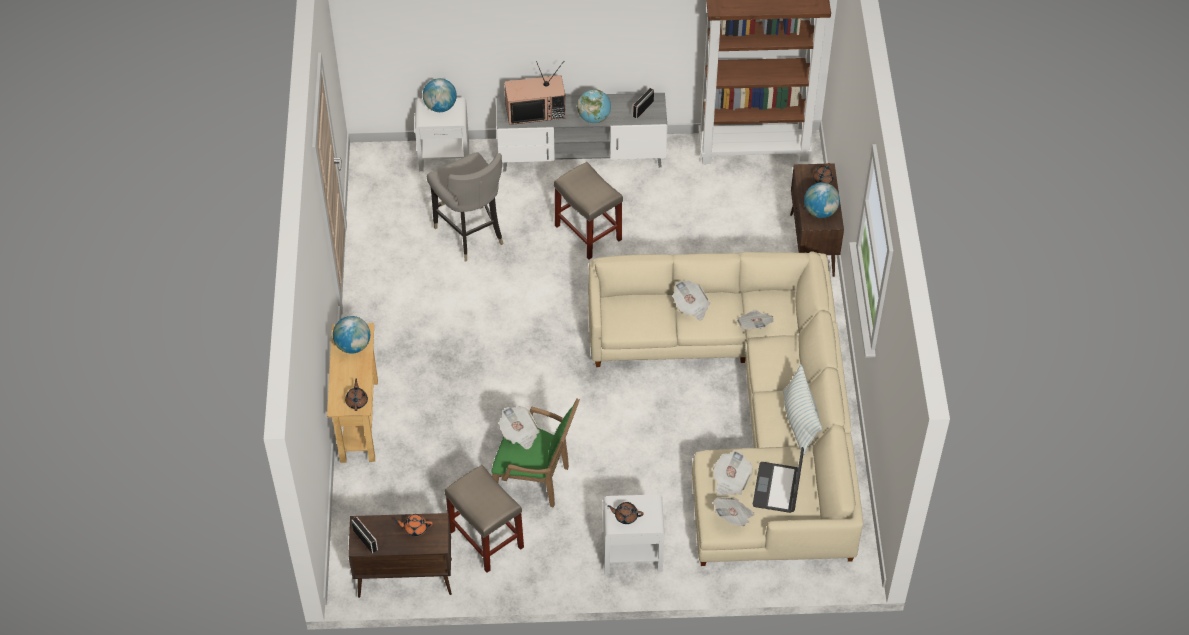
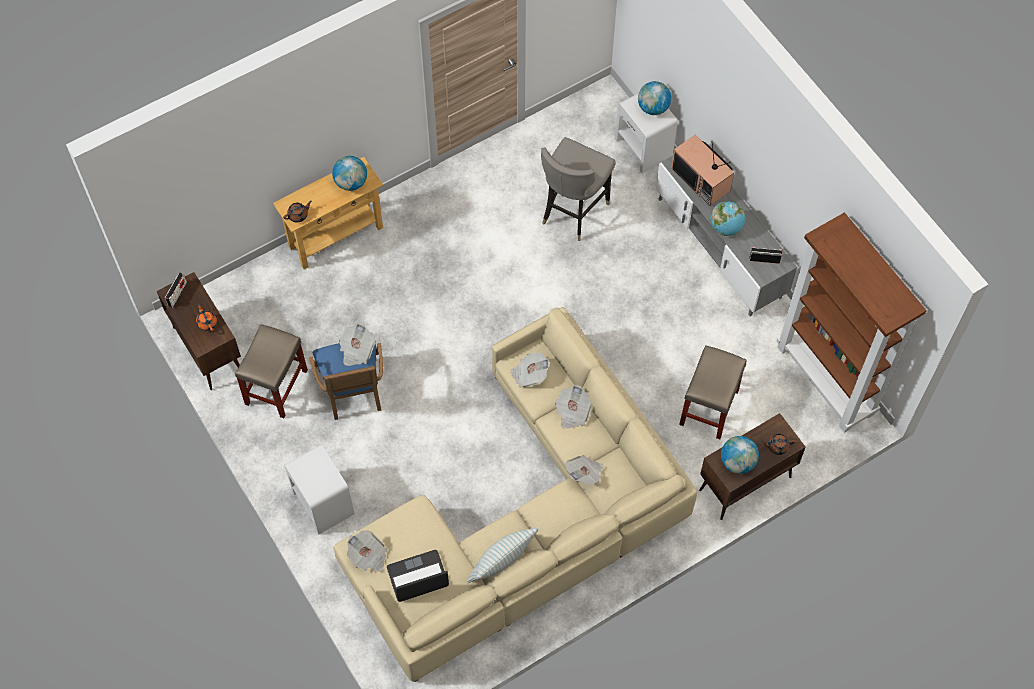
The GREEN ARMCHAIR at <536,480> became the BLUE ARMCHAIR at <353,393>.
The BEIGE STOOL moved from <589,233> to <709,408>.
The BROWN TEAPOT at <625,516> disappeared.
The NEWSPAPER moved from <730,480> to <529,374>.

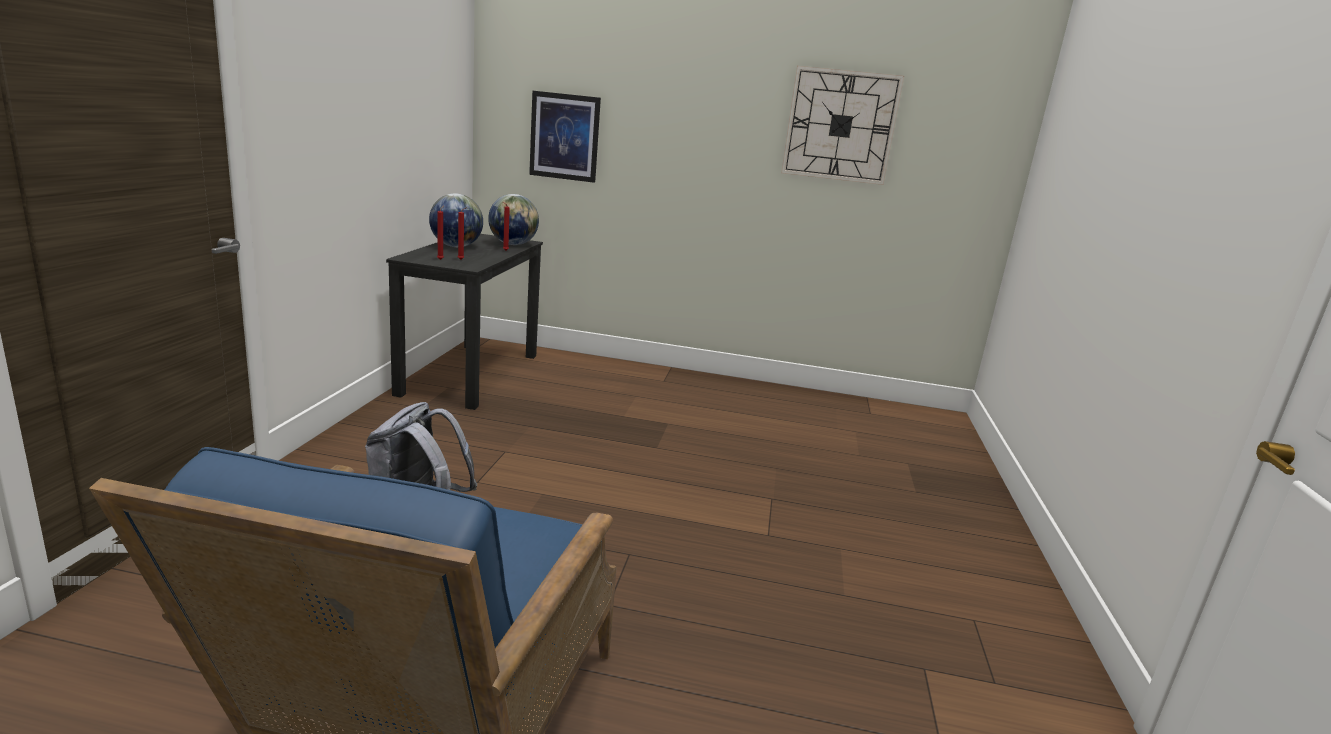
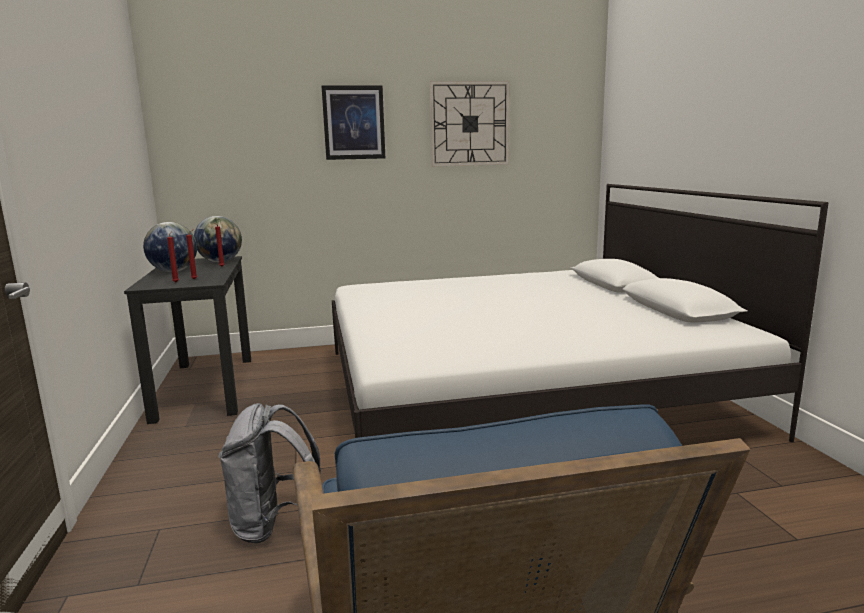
The PICTURE moved from <564,137> to <354,122>.
The WHITE BED at <519,389> appeared.

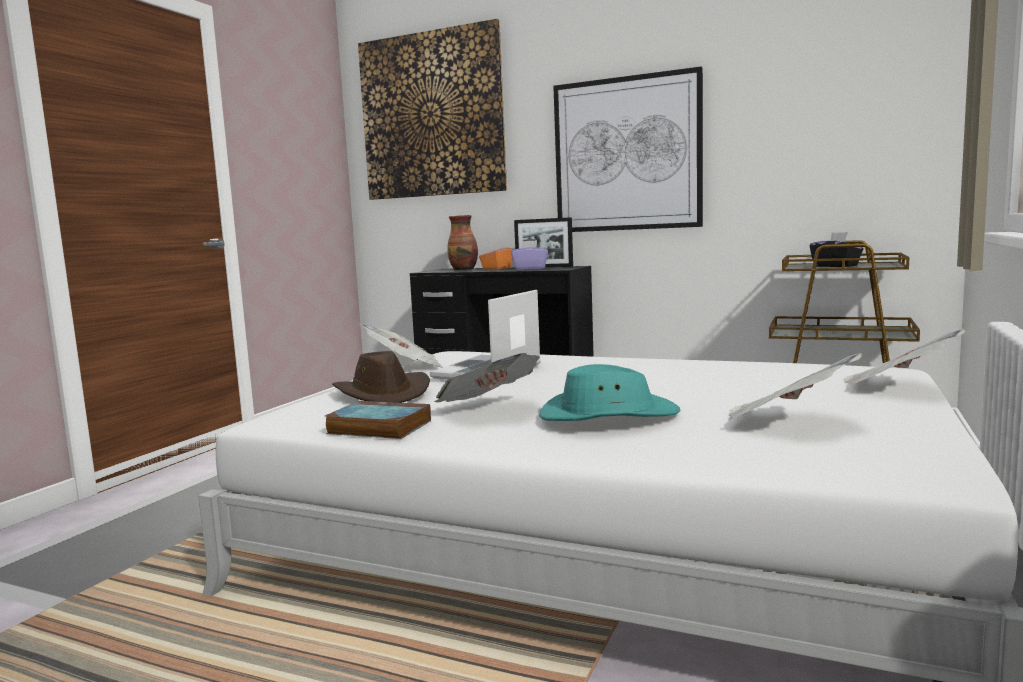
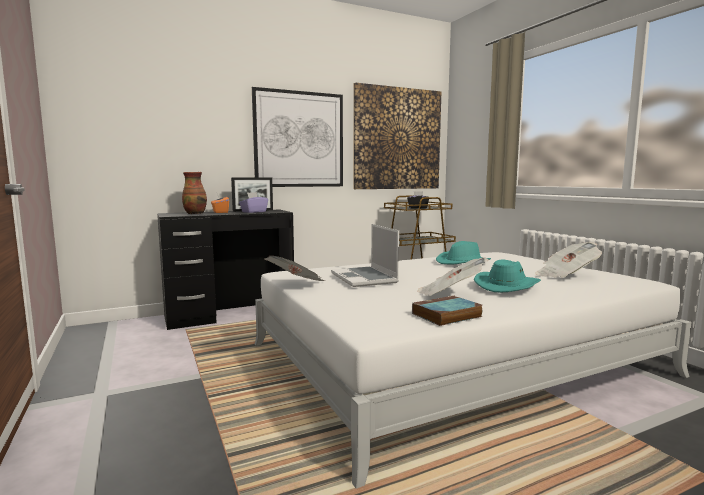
The BROWN HAT at <383,394> disappeared.
The PICTURE moved from <432,115> to <397,139>.
The NEWSPAPER at <896,388> disappeared.
The TURQUOISE HAT at <462,262> appeared.

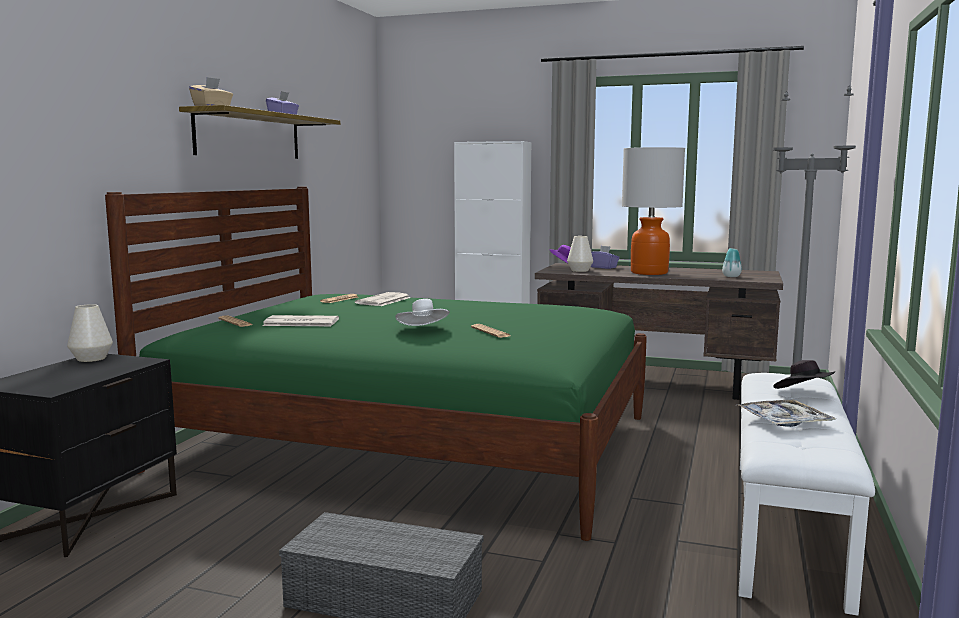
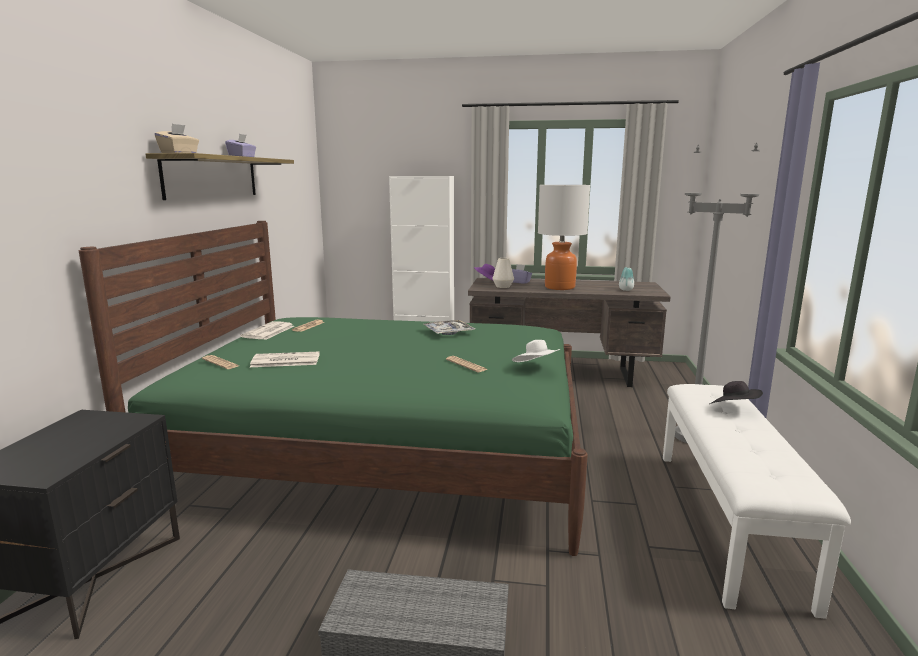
The WHITE VASE at <91,358> disappeared.
The NEWSPAPER moved from <383,300> to <268,332>.
The WHITE HAT moved from <423,330> to <536,367>.
The TRAY moved from <784,421> to <448,332>.

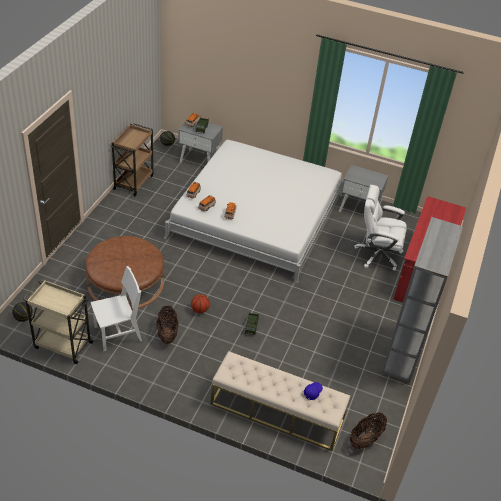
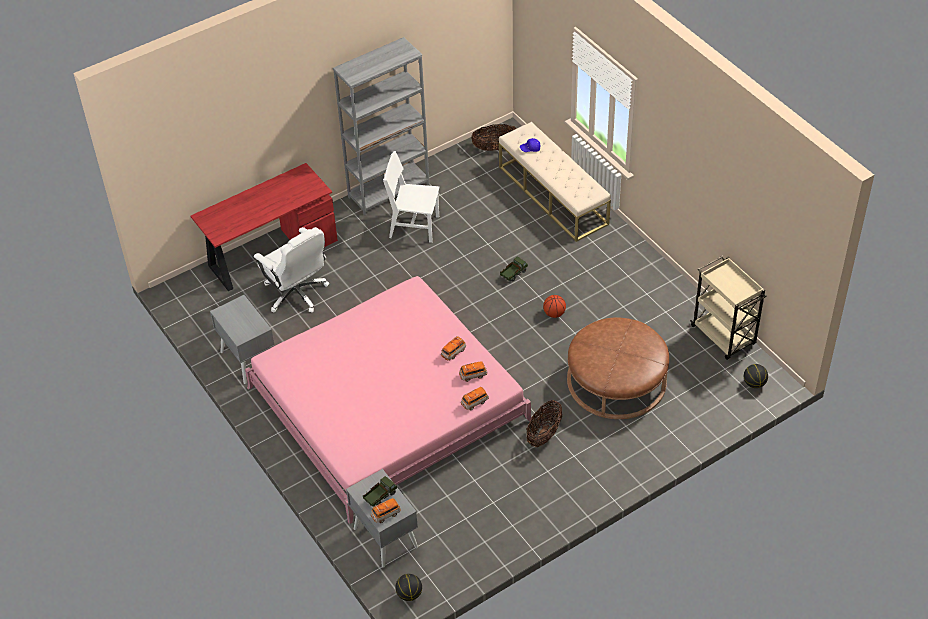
The WHITE CHAIR moved from <118,334> to <414,226>.
The BROWN CART at <134,182> disappeared.
The BASKET moved from <167,333> to <544,434>.
The WHITE BED at <256,216> became the PINK BED at <388,404>.

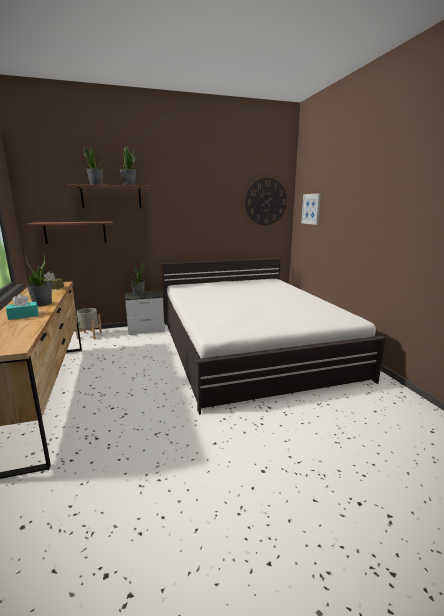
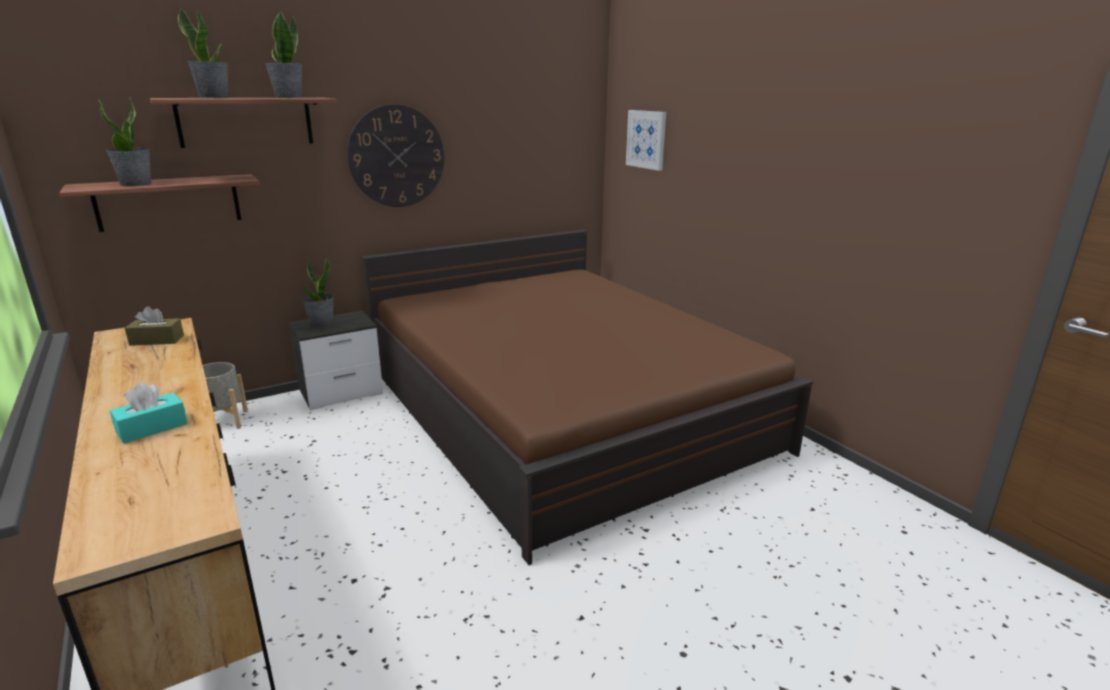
The POTTED PLANT moved from <42,303> to <136,184>.
The WHITE BED at <249,347> became the BROWN BED at <562,410>.
The WALL CLOCK moved from <266,201> to <397,156>.

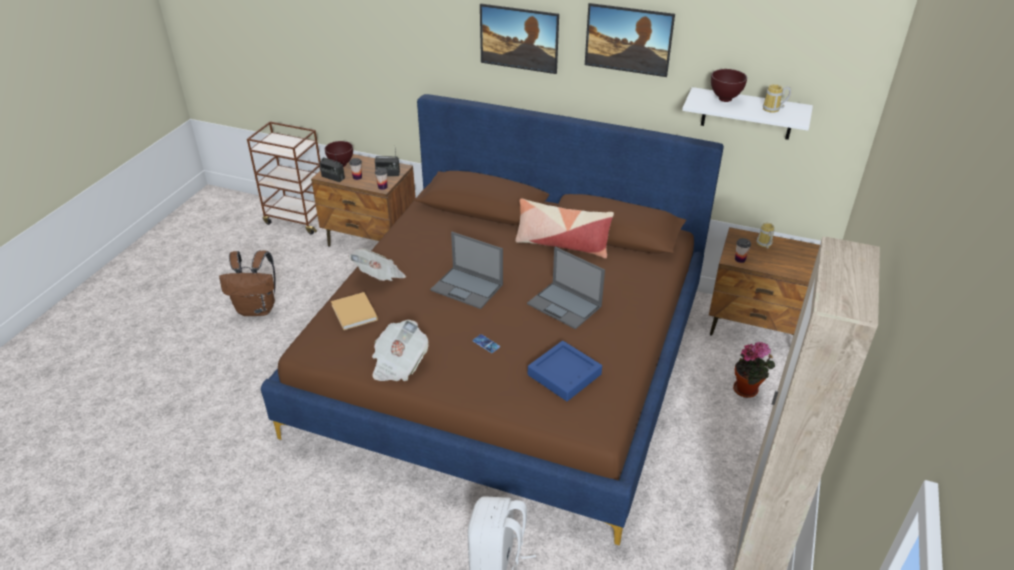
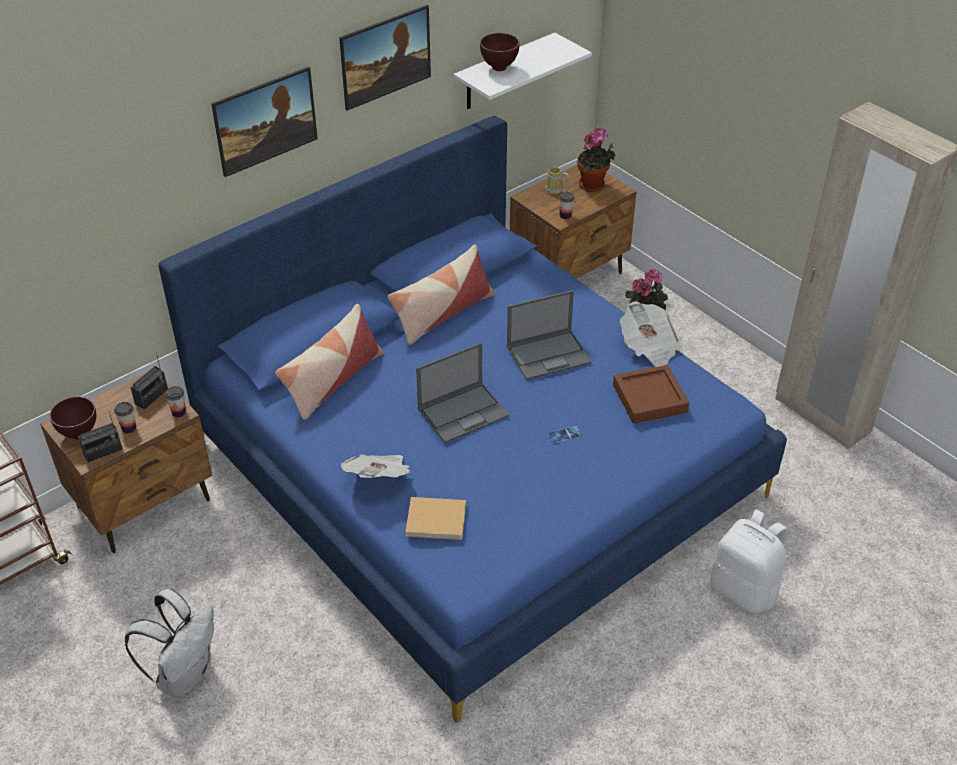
The BROWN BACKPACK at <257,309> became the WHITE BACKPACK at <184,674>.
The BROWN BED at <507,359> became the BLUE BED at <478,468>.
The NEWSPAPER moved from <398,364> to <649,347>.
The BLUE TRAY at <564,374> became the BROWN TRAY at <649,399>.
The MUG at <773,109> disappeared.
The PILLOW at <333,381> appeared.
The POTTED PLANT at <593,186> appeared.

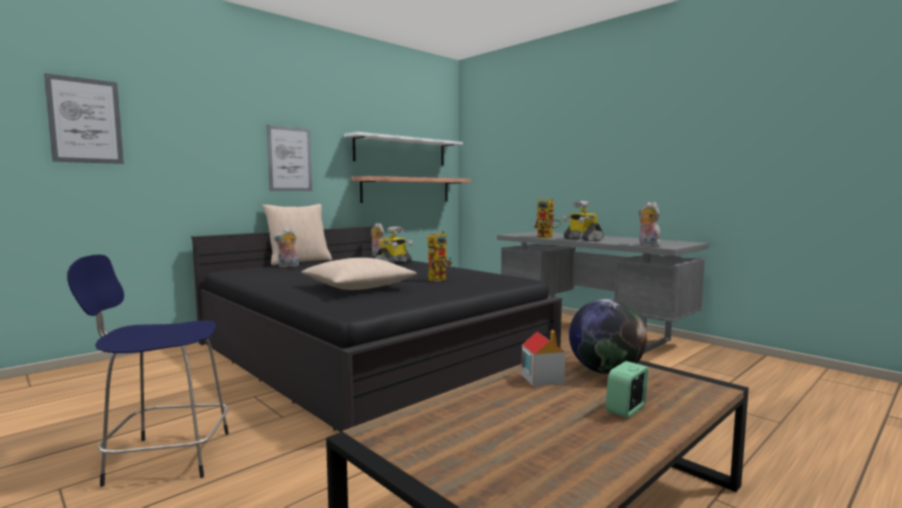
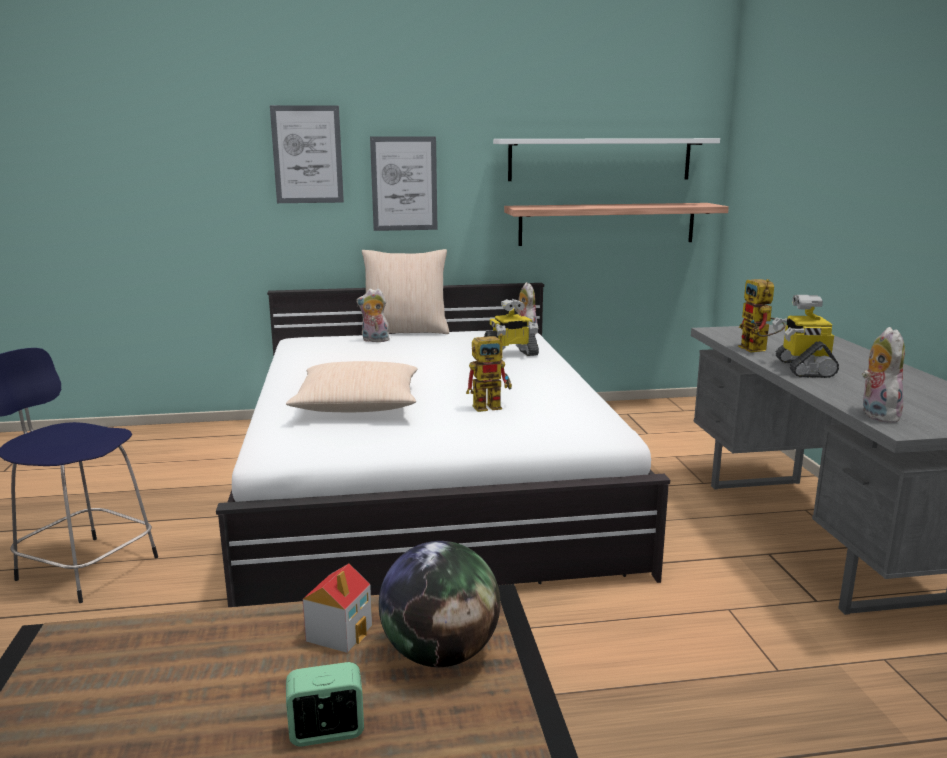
The PICTURE moved from <85,121> to <307,155>.
The BLACK BED at <368,351> became the WHITE BED at <427,482>.

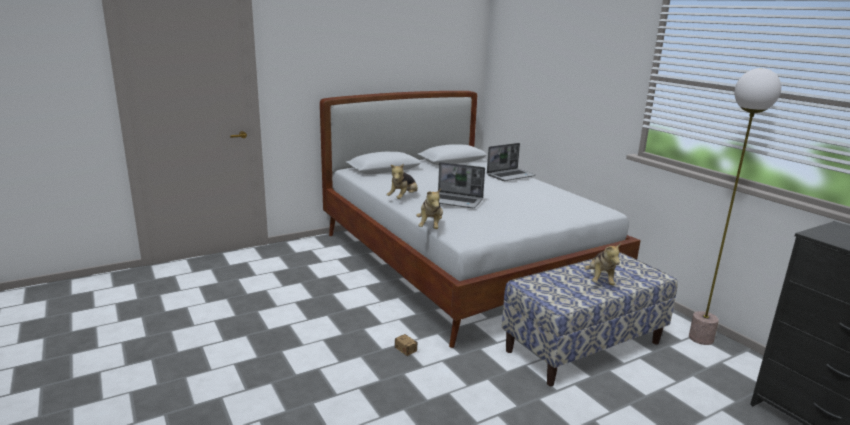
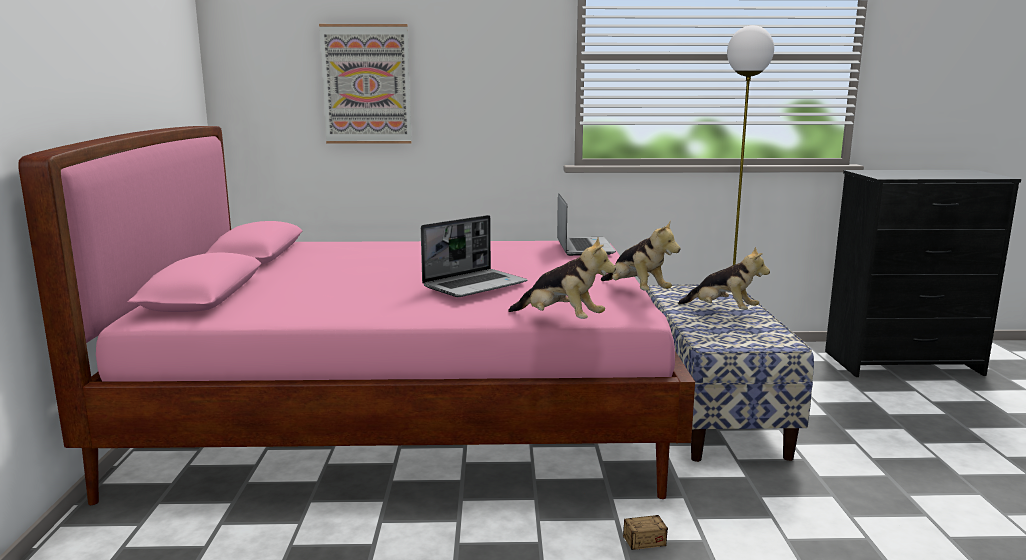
The WHITE BED at <461,263> became the PINK BED at <407,413>.
The PLUSH TOY moved from <403,198> to <636,292>.
The LAPTOP moved from <511,175> to <583,247>.
The PICTURE at <366,84> appeared.

